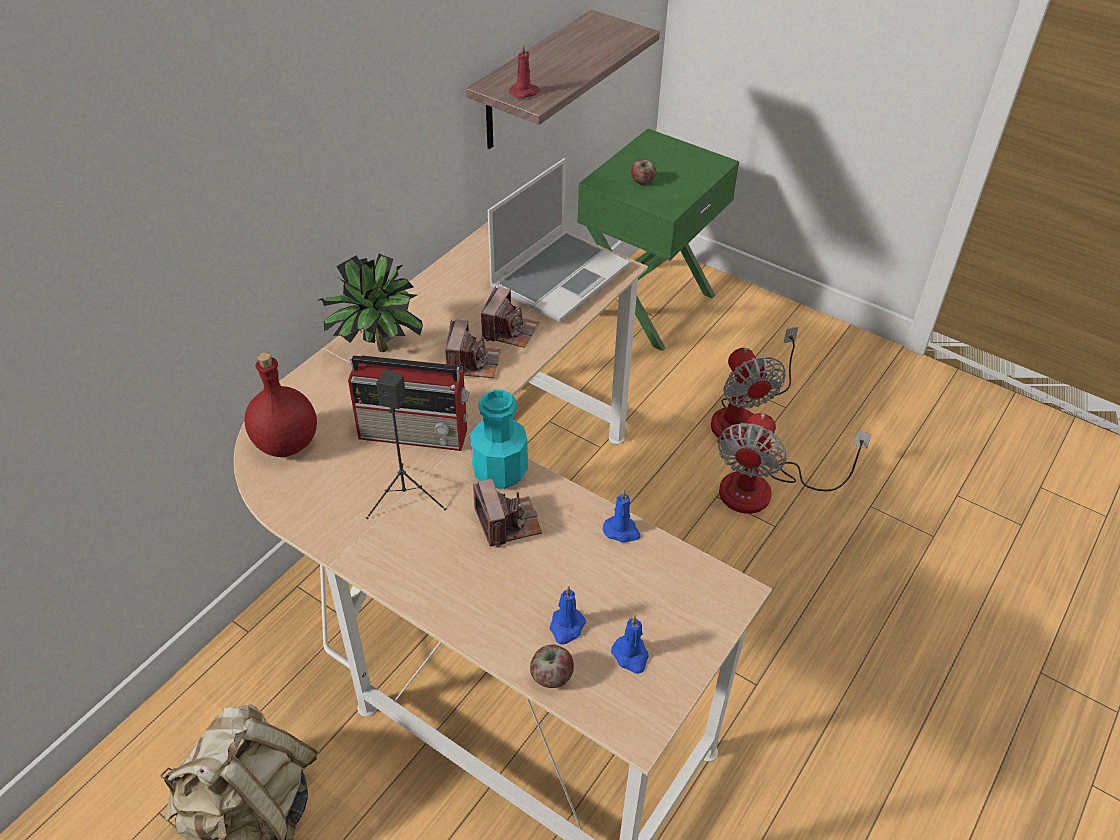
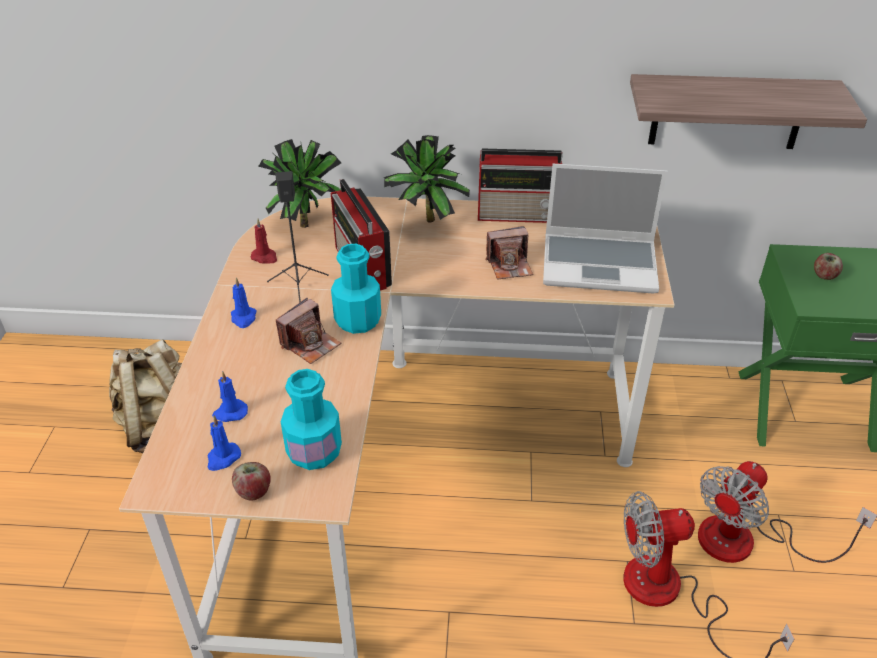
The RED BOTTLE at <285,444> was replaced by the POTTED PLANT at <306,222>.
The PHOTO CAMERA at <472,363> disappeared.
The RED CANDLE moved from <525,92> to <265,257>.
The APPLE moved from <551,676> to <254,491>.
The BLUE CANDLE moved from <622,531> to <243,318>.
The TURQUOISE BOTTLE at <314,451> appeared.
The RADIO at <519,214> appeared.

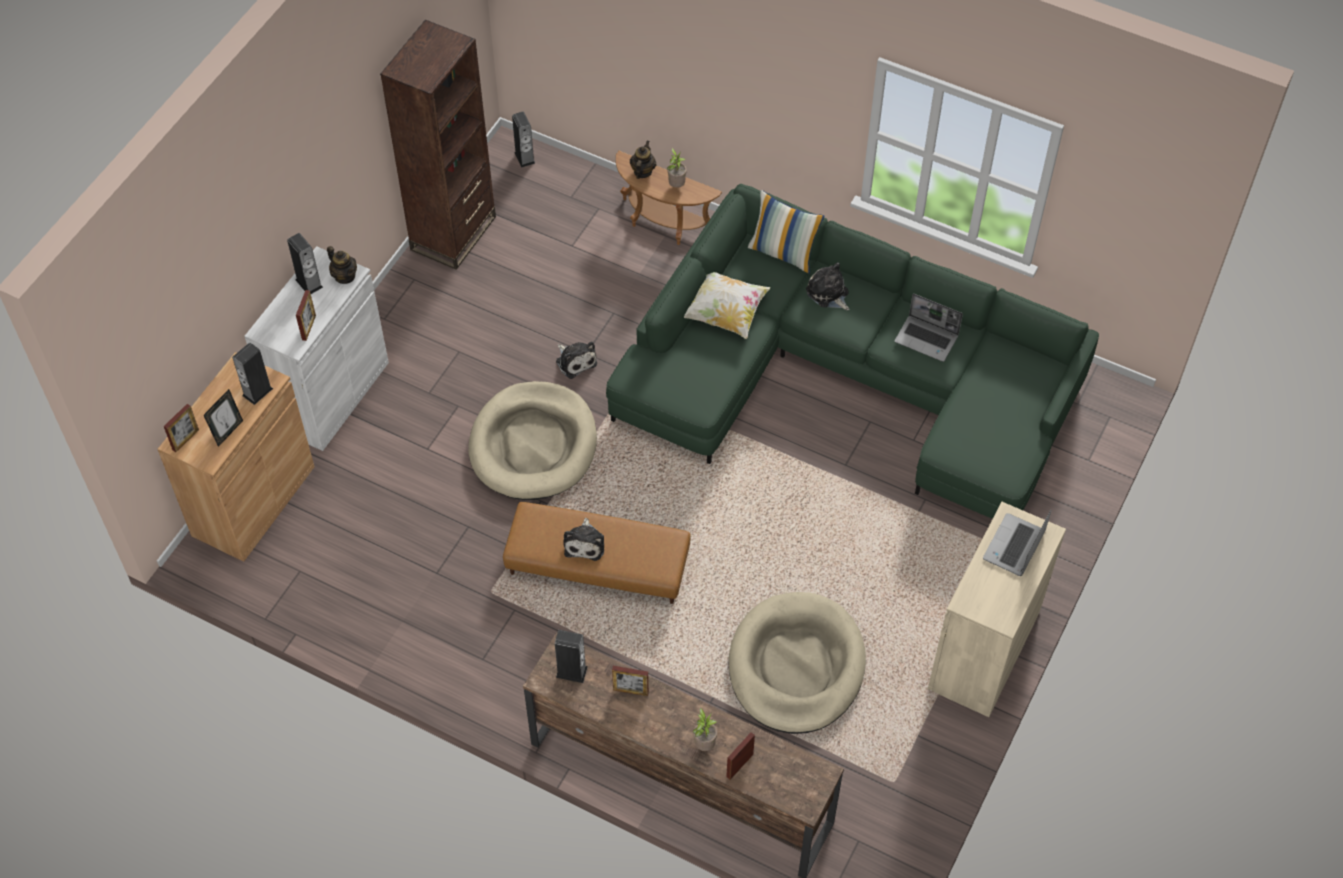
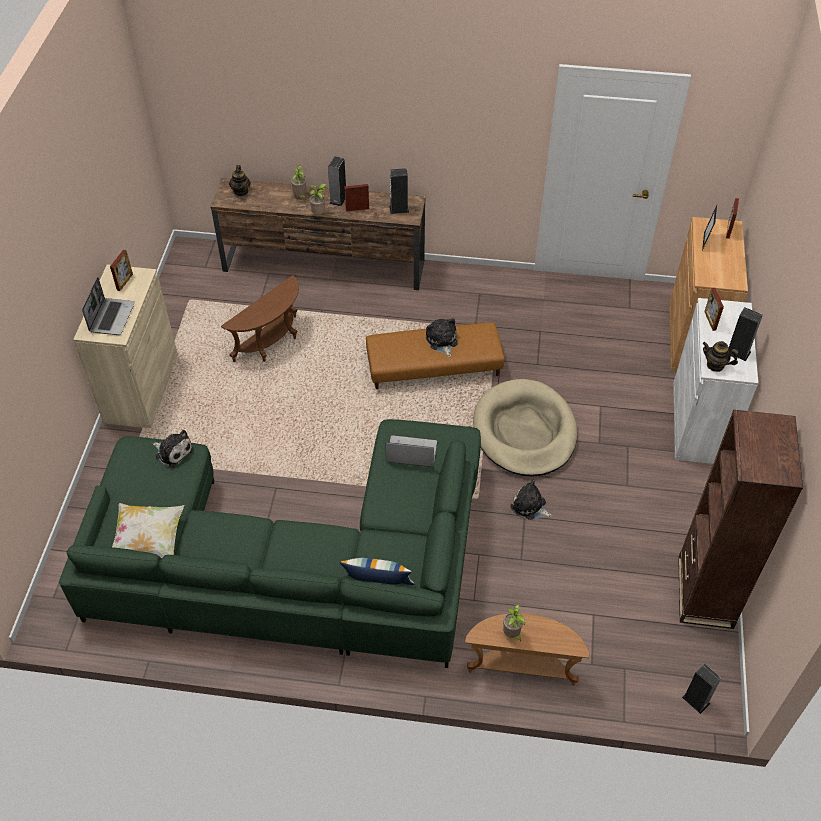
The SPEAKER moved from <257,392> to <338,199>.
The TEAPOT moved from <642,172> to <241,191>.
The PILLOW moved from <725,313> to <149,540>.
The PICTURE FRAME moved from <739,765> to <125,282>.
The BEIGE DOG BED at <796,666> was replaced by the BROWN SIDE TABLE at <271,344>.
The PLUSH TOY moved from <828,293> to <173,452>.
The LAPTOP moved from <927,339> to <410,453>.
The POTTED PLANT at <319,214> appeared.

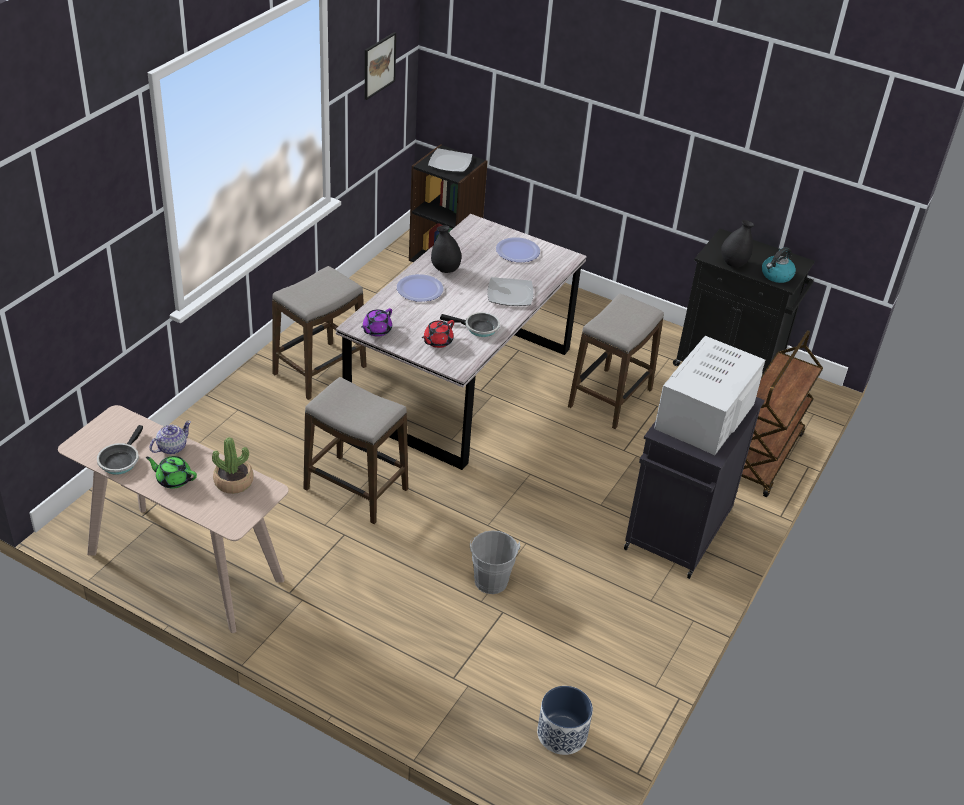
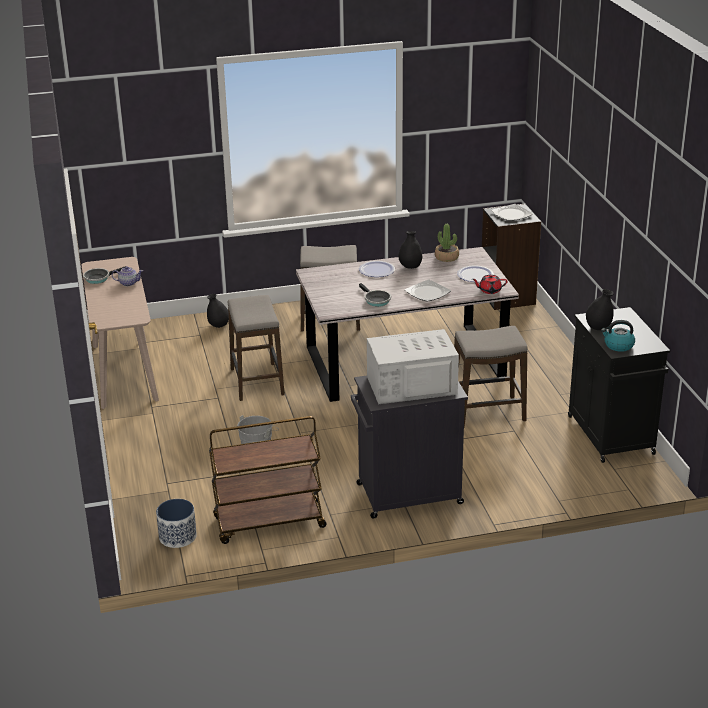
The GREEN TEAPOT at <173,479> disappeared.
The POTTED PLANT moved from <233,482> to <447,257>.
The PURPLE TEAPOT at <376,330> disappeared.
The PICTURE at <379,65> disappeared.
The RED TEAPOT moved from <437,342> to <489,290>.
The BROWN CART moved from <763,458> to <268,523>.
The BLACK VASE at <218,326> appeared.

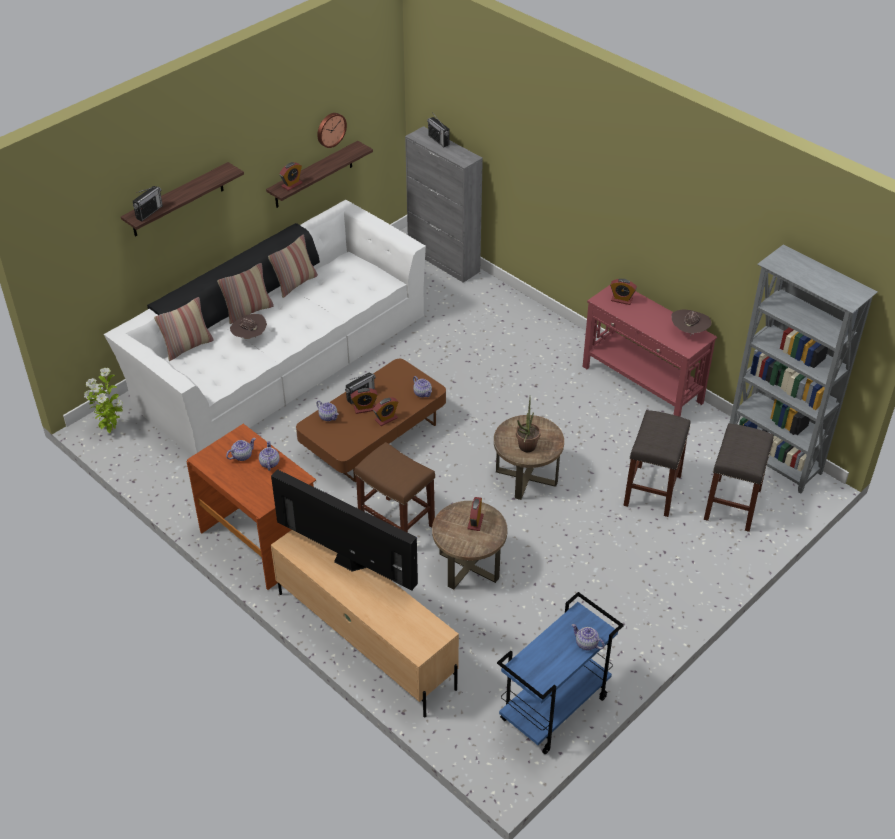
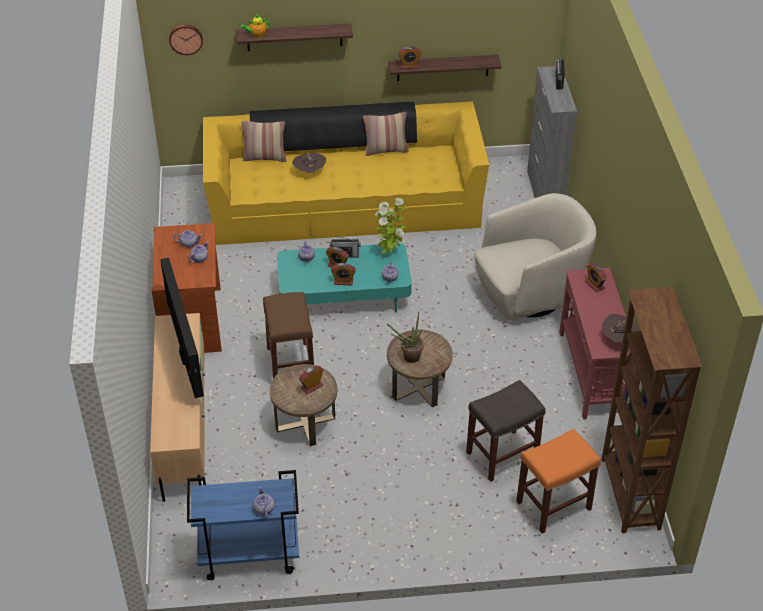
The POTTED PLANT moved from <111,430> to <389,253>.
The WHITE SOFA at <277,355> became the YELLOW SOFA at <344,201>.
The RADIO at <149,212> was replaced by the TEAPOT at <257,35>.
The PILLOW at <248,311> disappeared.
The BROWN COFFEE TABLE at <373,437> became the TURQUOISE COFFEE TABLE at <344,295>.
The WALL CLOCK moved from <330,129> to <186,38>.
The GREY STOOL at <732,505> became the ORANGE STOOL at <553,506>.
The GREY BOOKCASE at <773,461> became the BROWN BOOKCASE at <629,494>.
The BEIGE ARMCHAIR at <530,293> appeared.

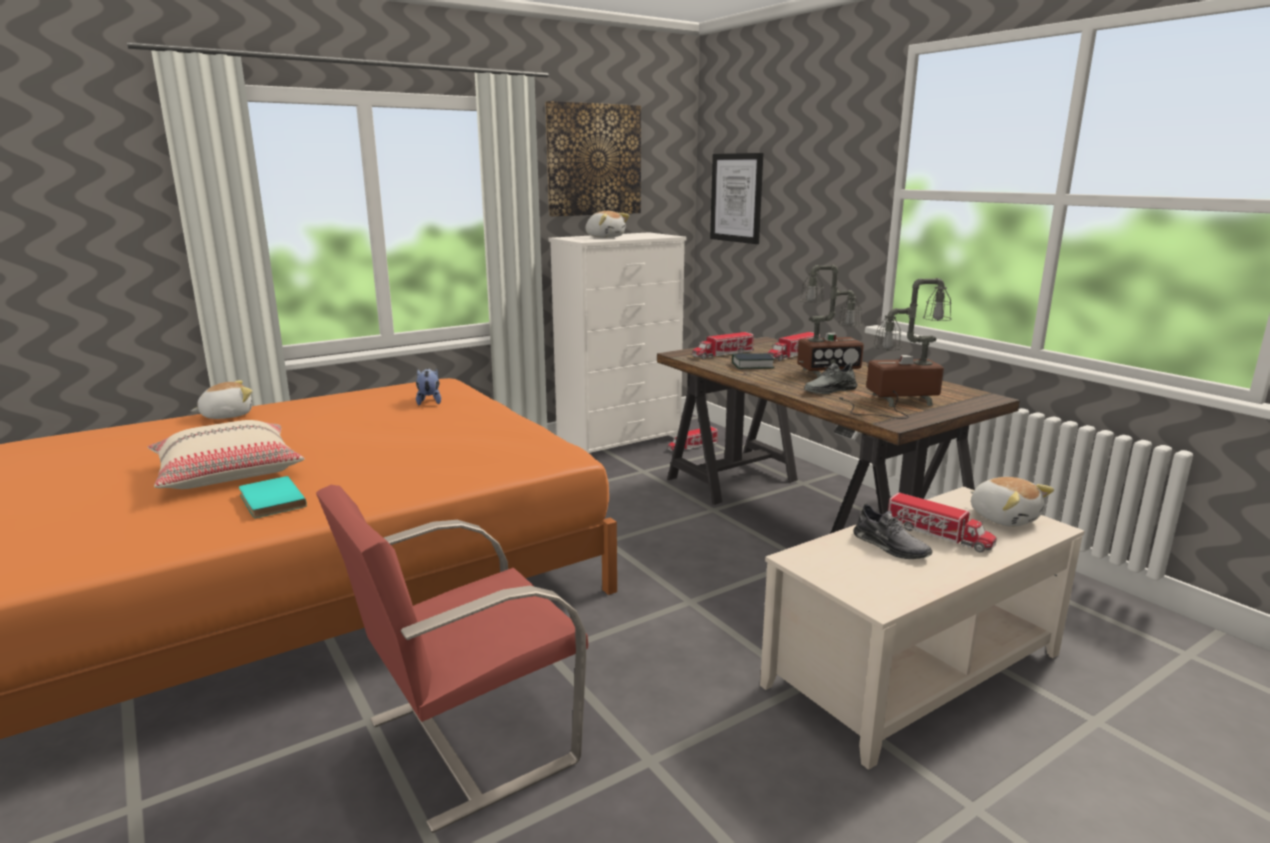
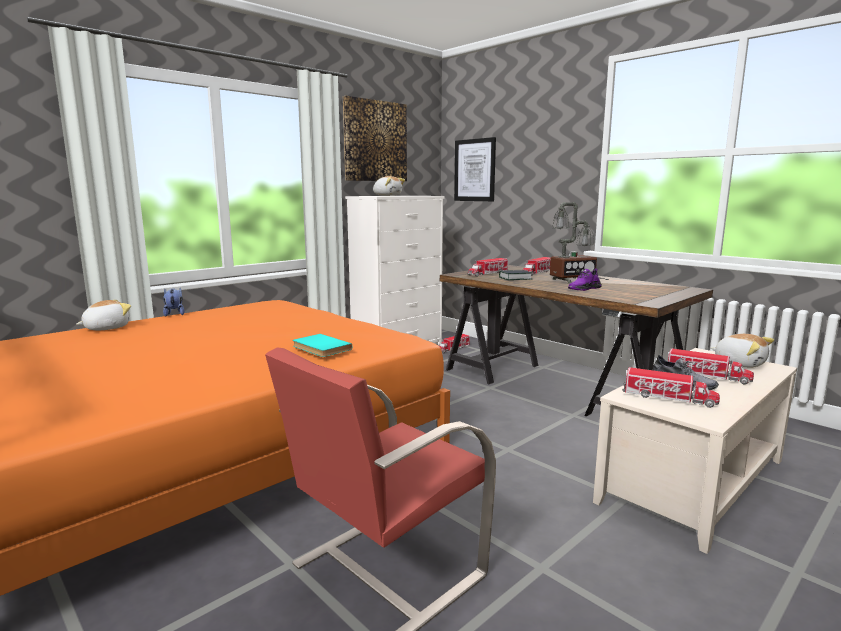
The BEIGE PILLOW at <227,471> disappeared.
The TURQUOISE BOOK moved from <269,500> to <320,348>.
The PLUSH TOY moved from <429,401> to <174,314>.
The GREY SHOE at <829,390> became the PURPLE SHOE at <584,289>.
The TABLE LAMP at <895,402> disappeared.
The TOY TRUCK at <668,398> appeared.

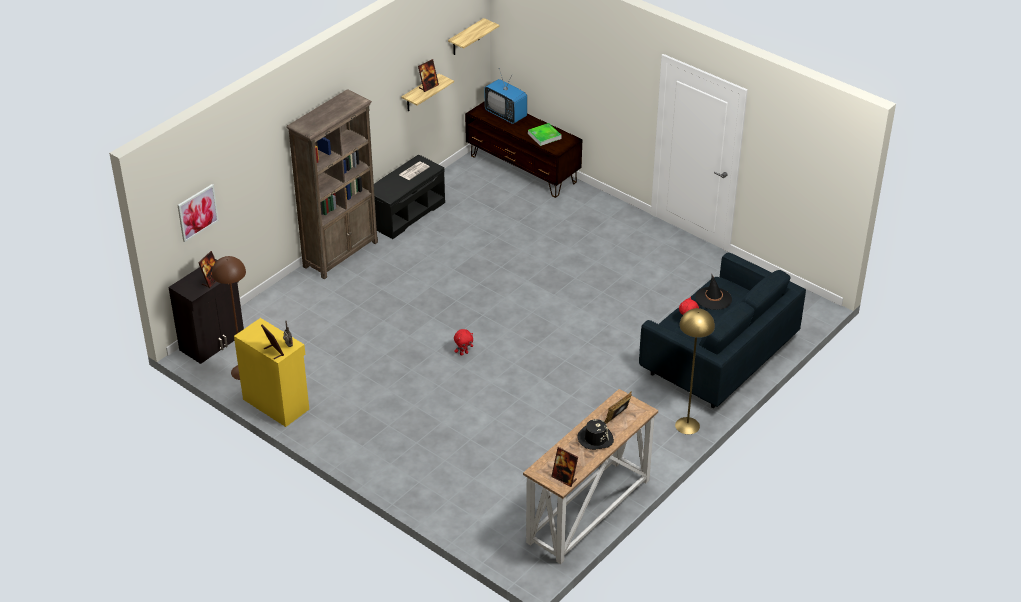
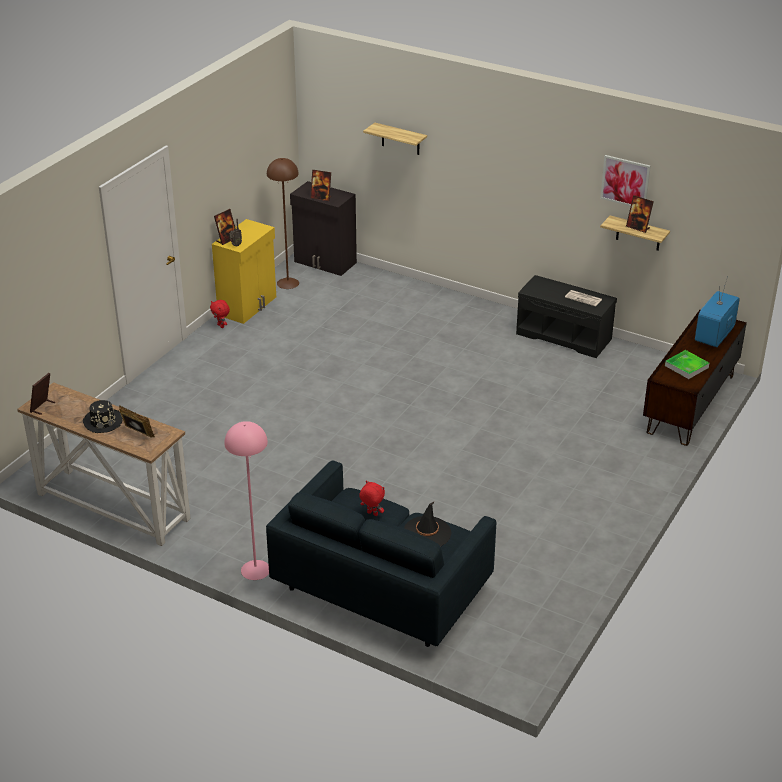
The PICTURE moved from <197,212> to <625,181>.
The BROWN BOOKCASE at <341,254> disappeared.
The SHELF moved from <466,37> to <400,139>.
The RED PLUSH TOY moved from <464,353> to <221,326>.
The YELLOW FLOOR LAMP at <687,425> became the PINK FLOOR LAMP at <255,570>.

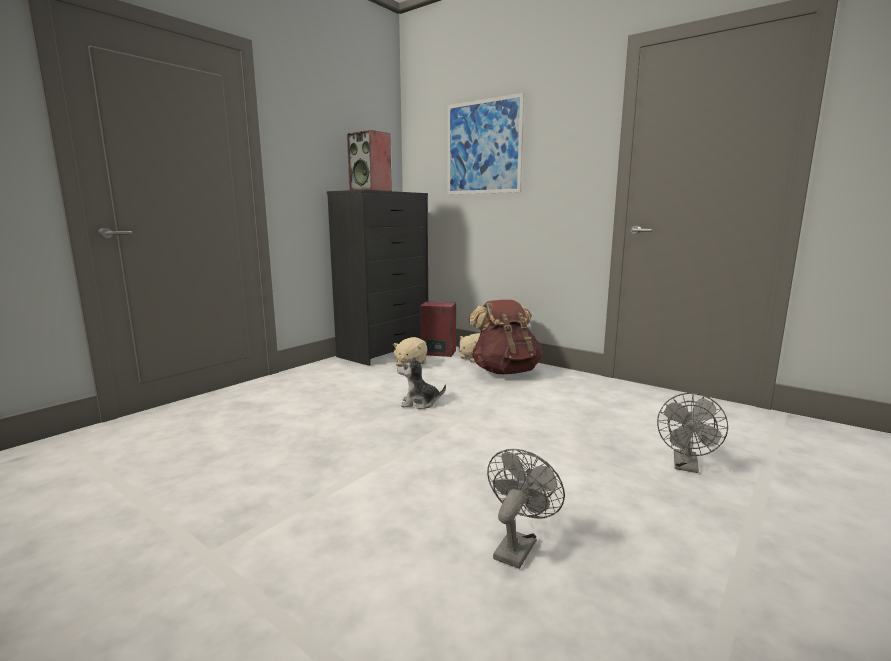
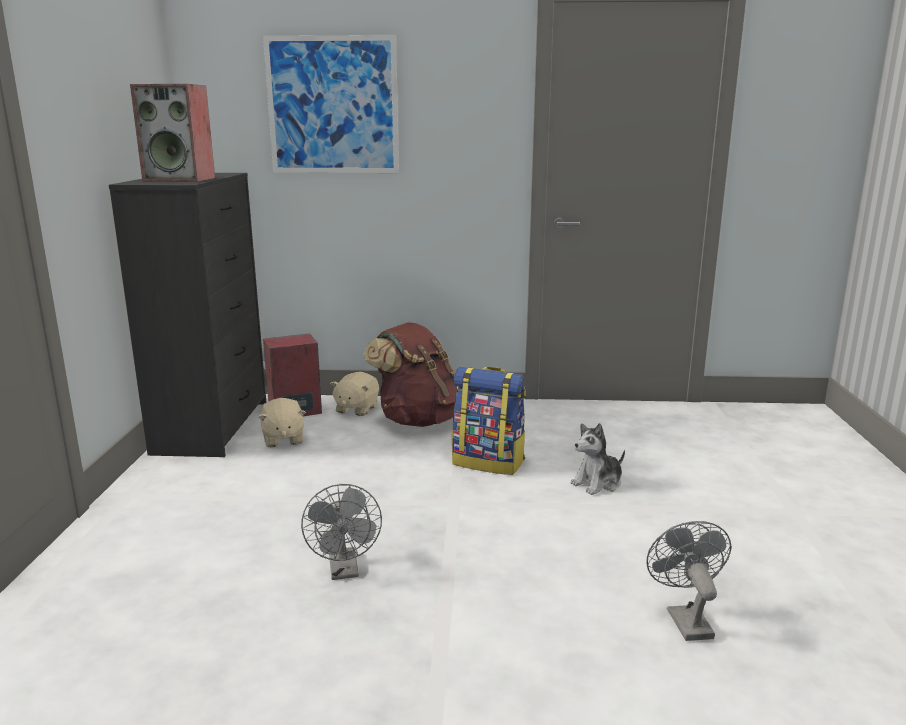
The PLUSH TOY moved from <419,403> to <598,483>.
The GREY FAN moved from <686,466> to <345,571>.
The BACKPACK at <489,462> appeared.

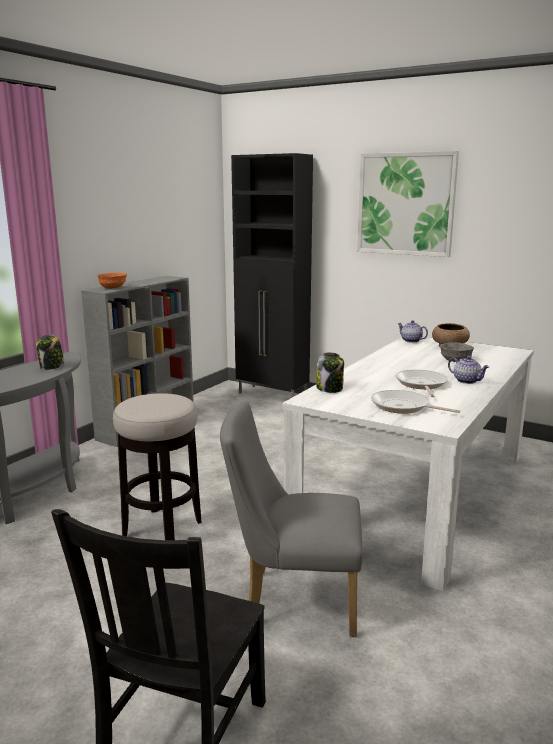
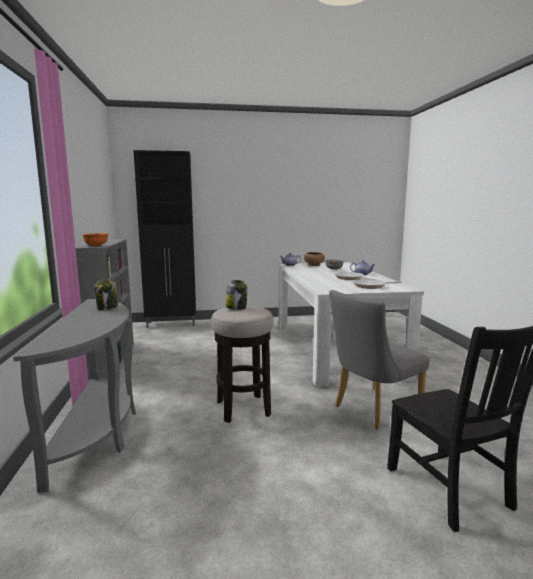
The JAR moved from <330,389> to <236,307>.
The PICTURE at <405,204> disappeared.

